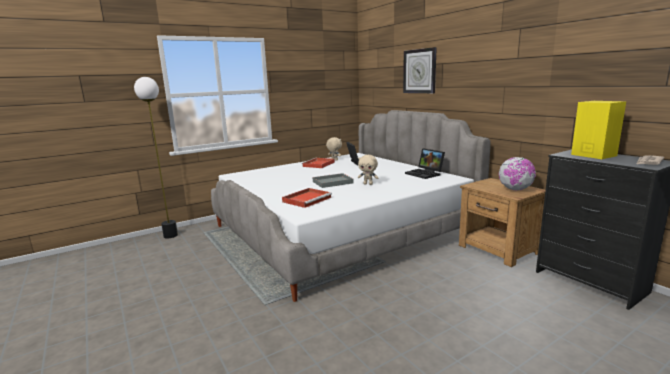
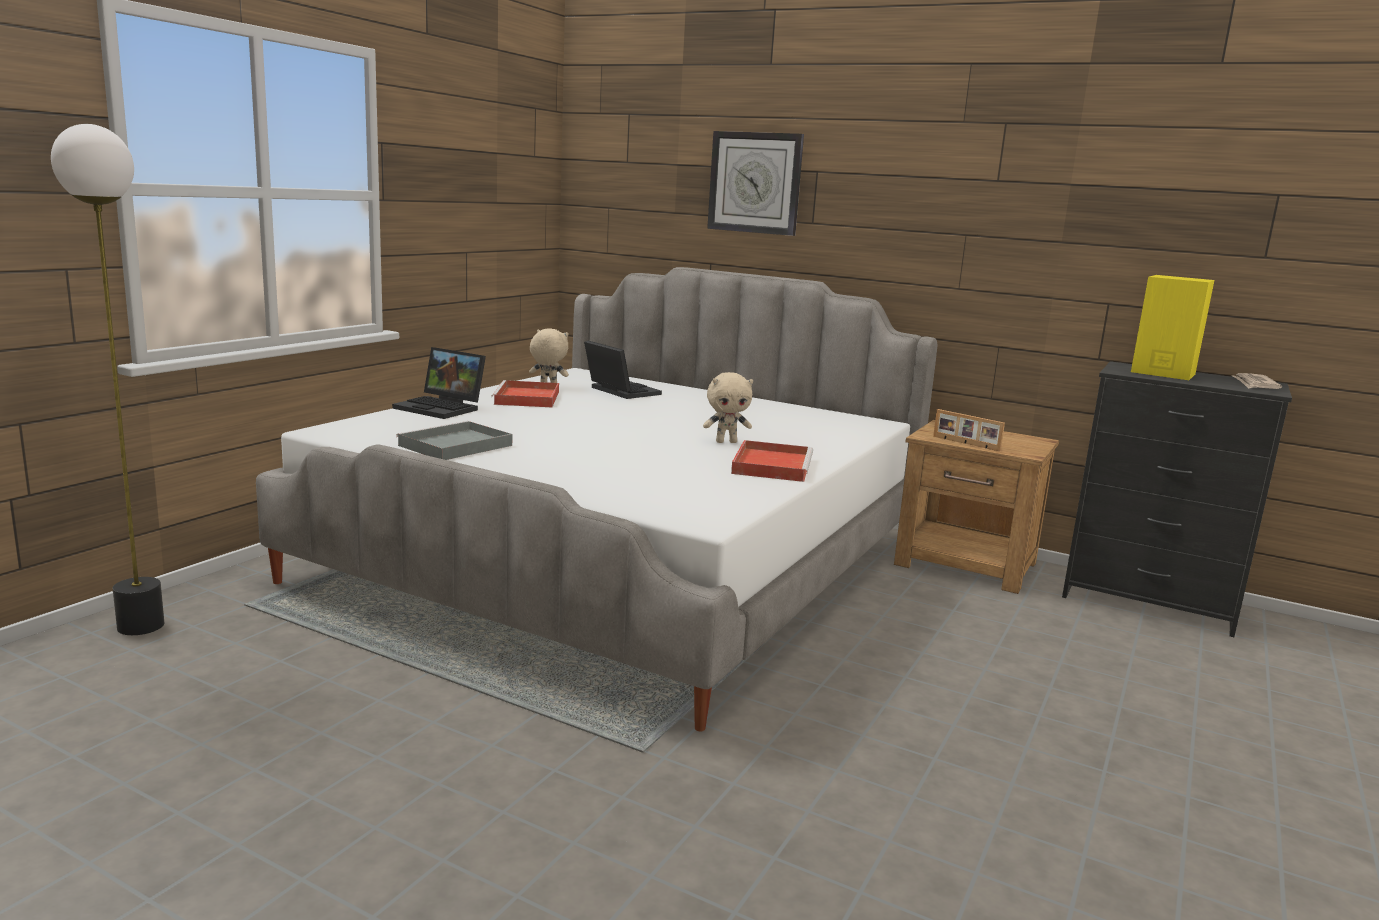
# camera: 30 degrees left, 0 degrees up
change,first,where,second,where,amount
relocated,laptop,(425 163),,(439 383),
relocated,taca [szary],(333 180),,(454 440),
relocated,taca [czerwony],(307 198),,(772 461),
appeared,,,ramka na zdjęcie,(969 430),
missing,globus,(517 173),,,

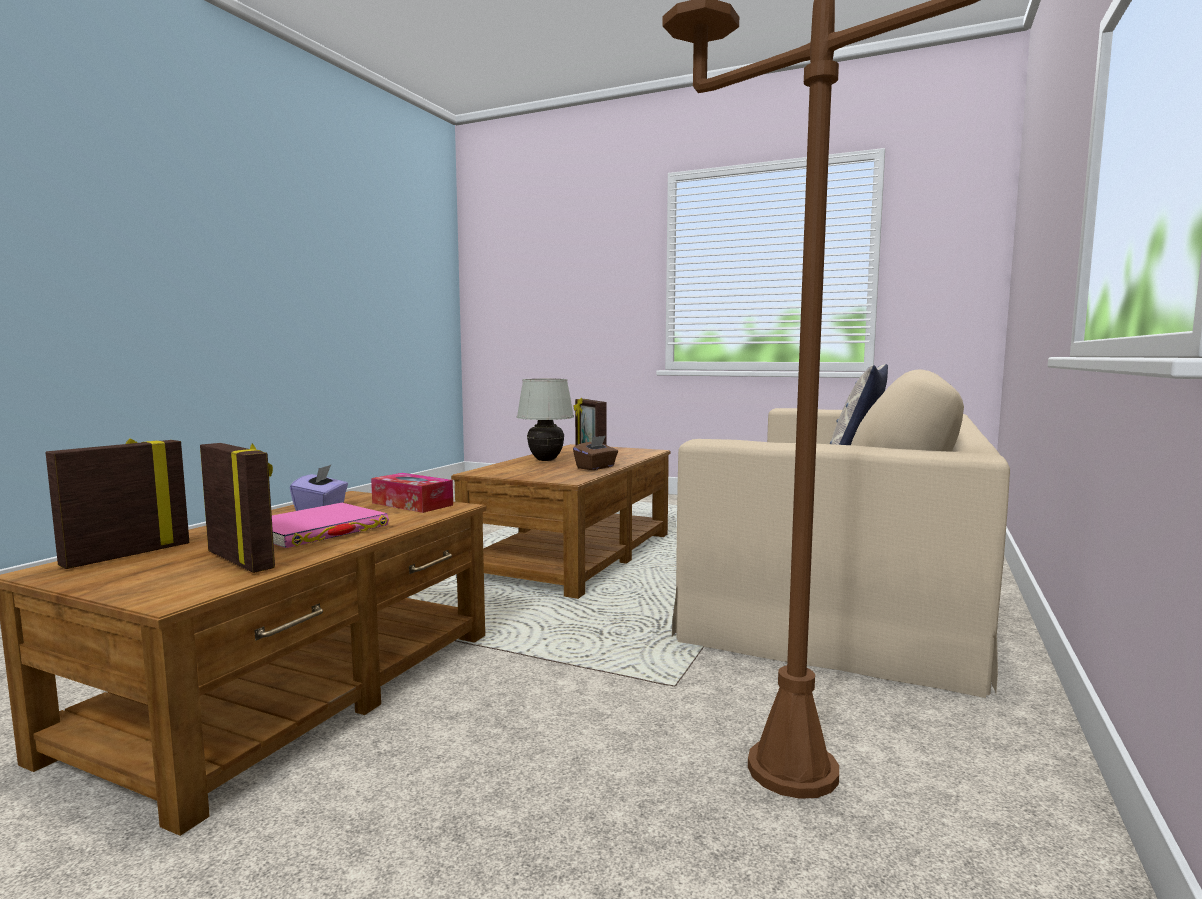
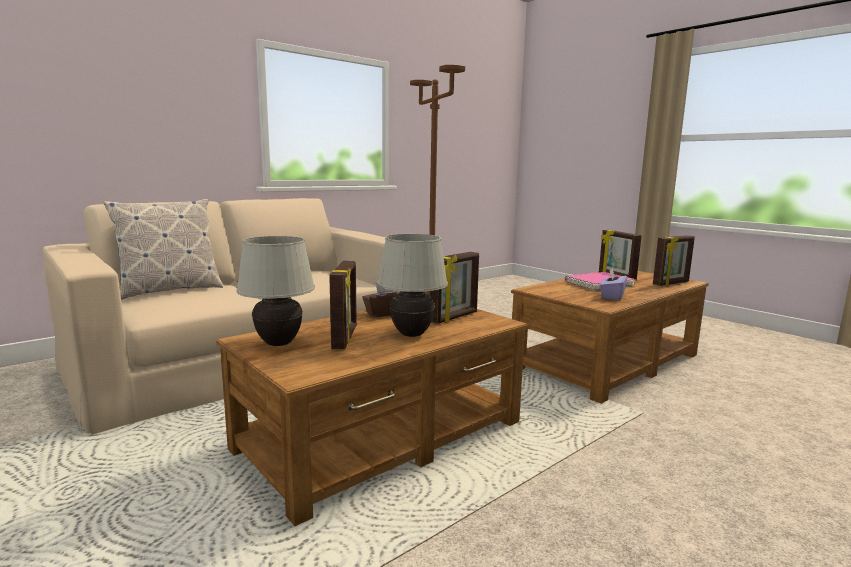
# camera: 155 degrees left, 5 degrees up
change,first,where,second,where,amount
appeared,,,lampa stołowa [biały],(275 291),
appeared,,,ramka na zdjęcie,(454 288),
missing,pudełko chusteczek,(412 493),,,

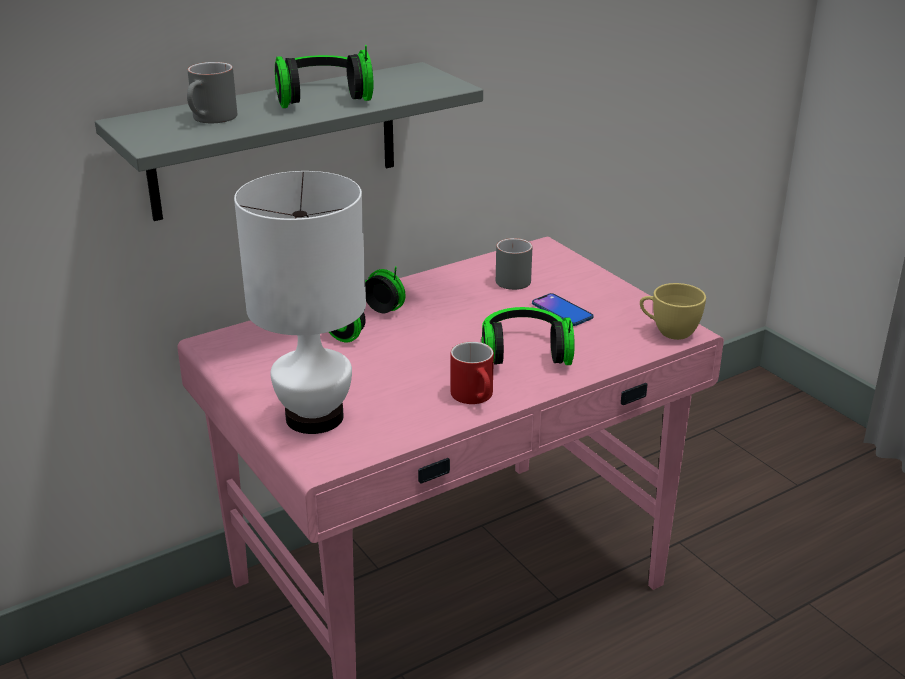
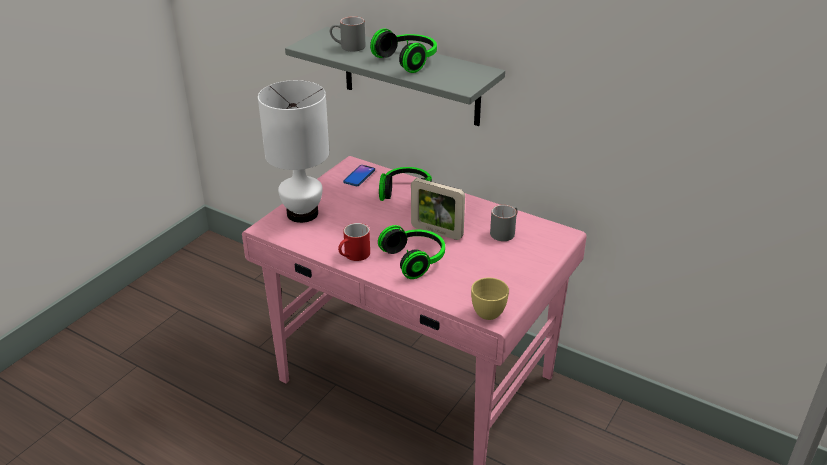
# camera: 65 degrees right, 5 degrees up
change,first,where,second,where,amount
relocated,telefon,(563 309),,(359 175),
appeared,,,ramka na zdjęcie,(438 209),

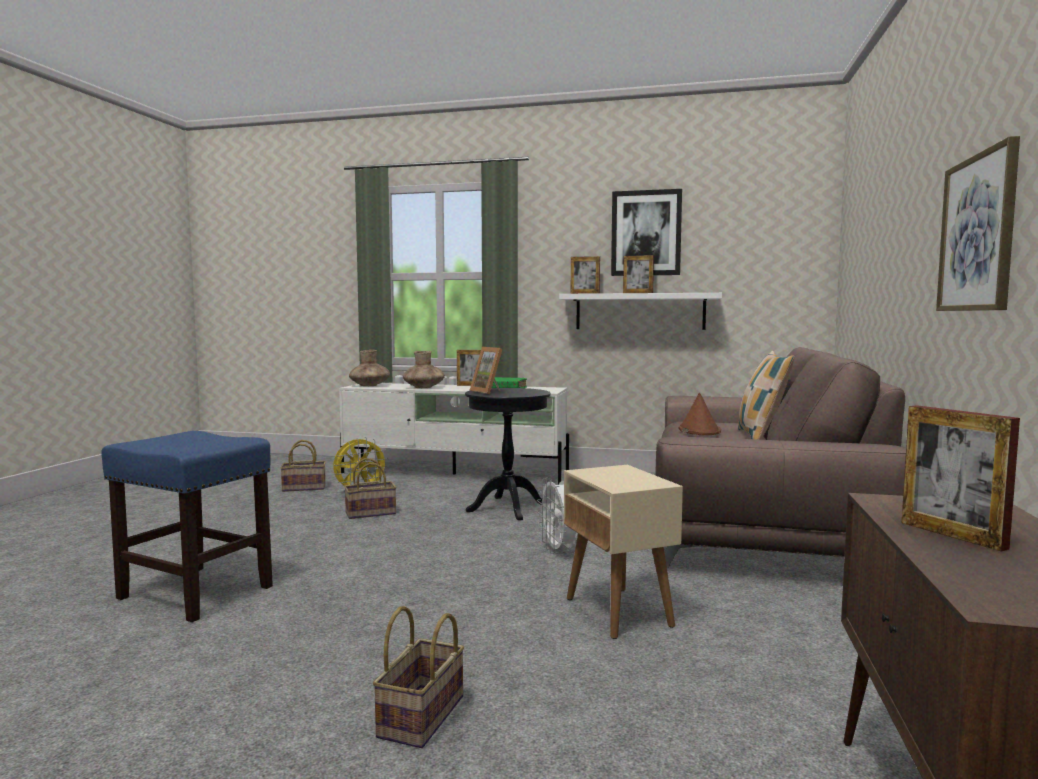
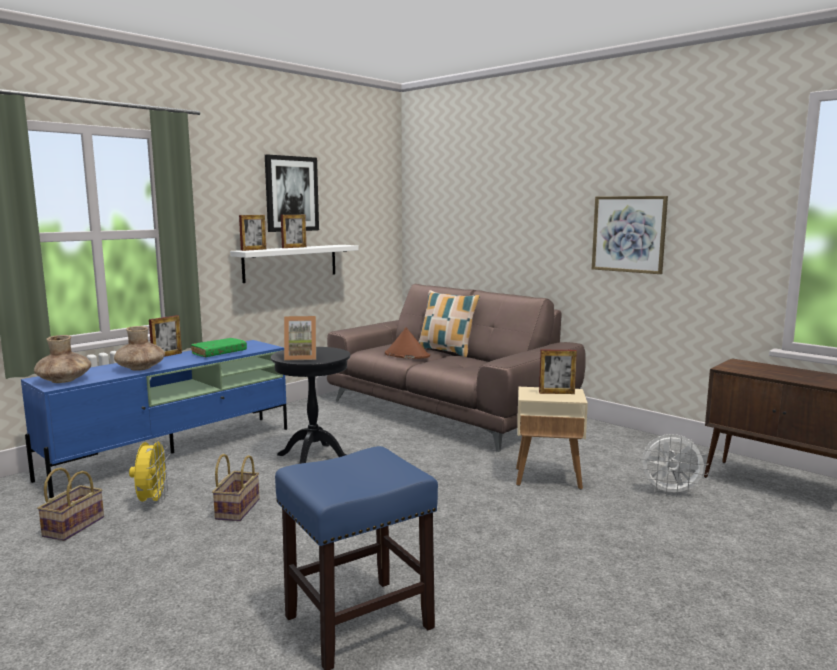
# camera: 60 degrees left, 5 degrees up
change,first,where,second,where,amount
colour,szafka pod telewizor [biały],(454 433),szafka pod telewizor [niebieski],(154 419),
relocated,ramka na zdjęcie,(961 478),,(558 372),
relocated,wentylator [biały],(557 515),,(674 465),
missing,koszyk,(418 677),,,

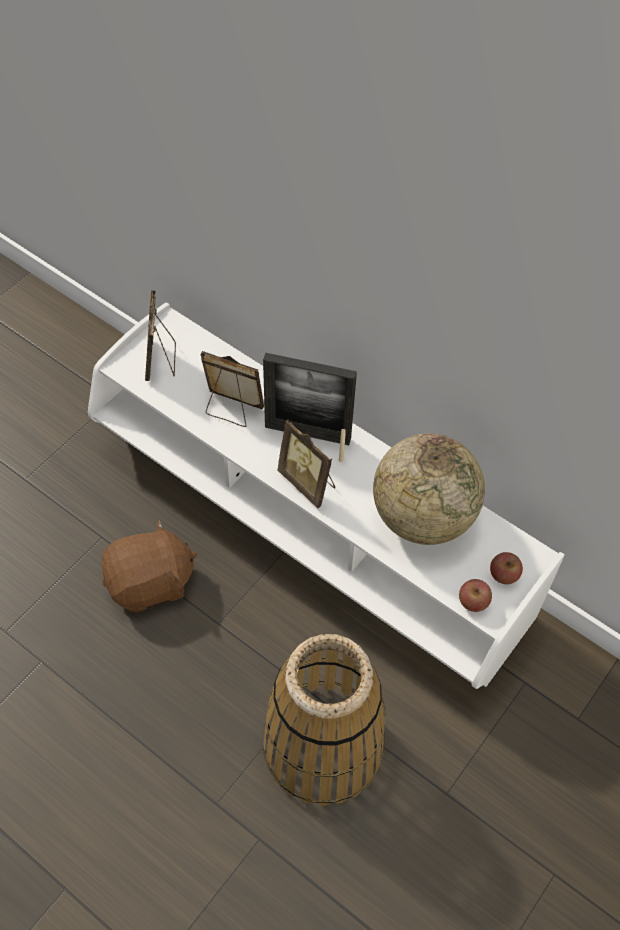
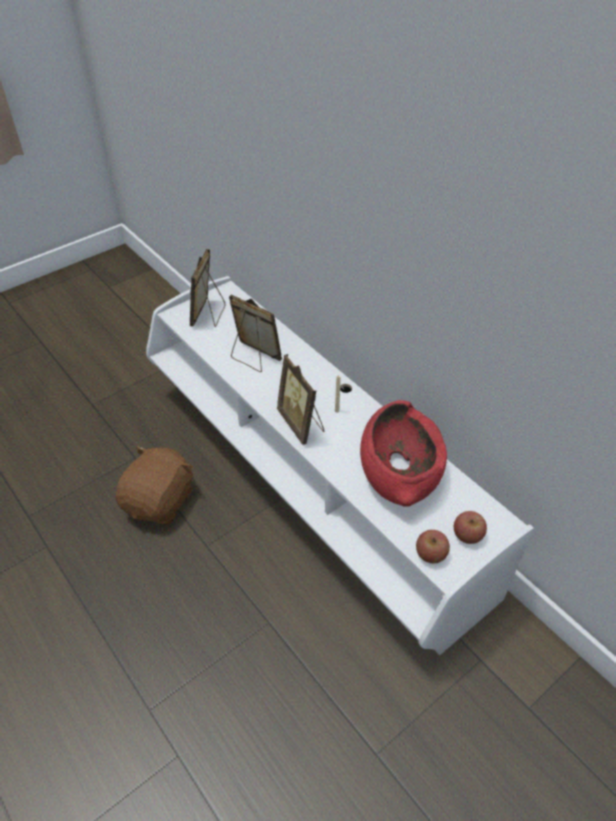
# camera: 15 degrees right, 10 degrees down
change,first,where,second,where,amount
spun,pluszak [brązowy],(149 566),,(155 485),60 degrees counterclockwise
exchanged,globus,(429 489),miska [czerwony],(403 453),
missing,ramka na zdjęcie,(310 399),,,
missing,koszyk,(324 720),,,

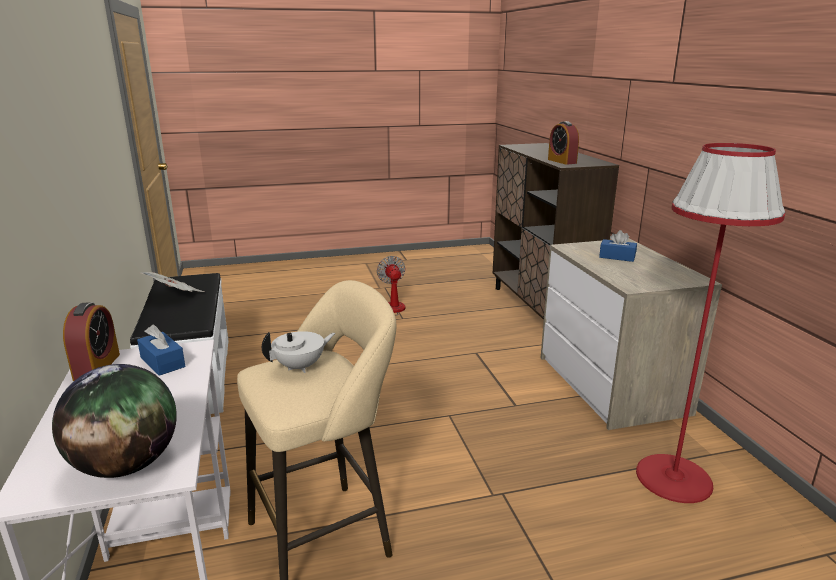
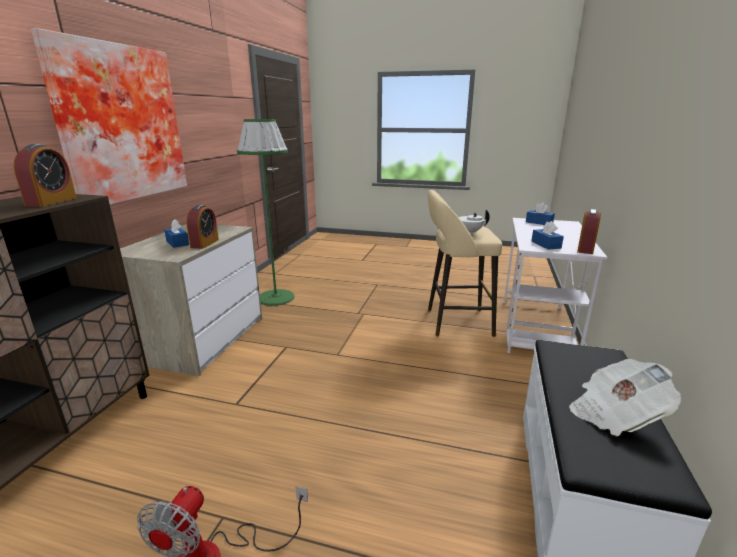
# camera: 150 degrees left, 0 degrees up
change,first,where,second,where,amount
appeared,,,obraz,(109 116),
appeared,,,budzik,(202 227),
colour,lampa stojąca [czerwony],(710 323),lampa stojąca [zielony],(266 212),
exchanged,globus,(114 421),pudełko chusteczek [niebieski],(540 213),

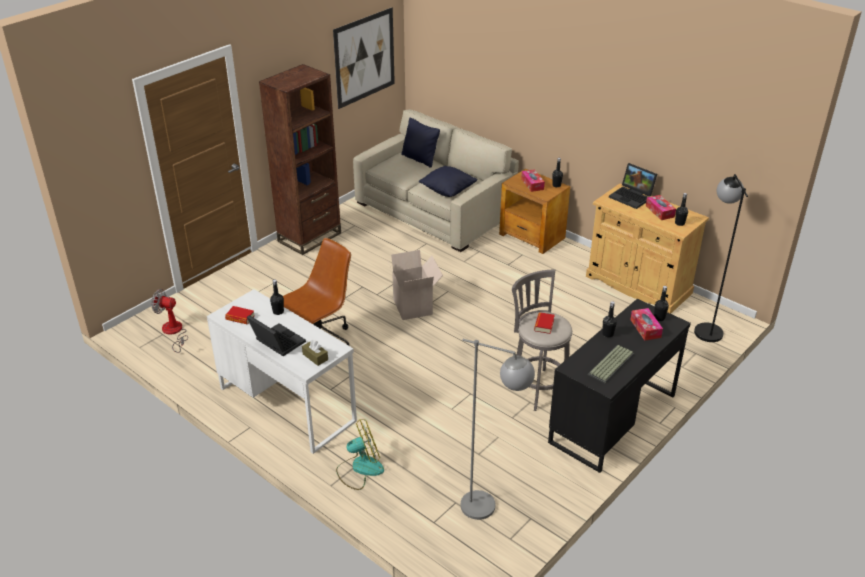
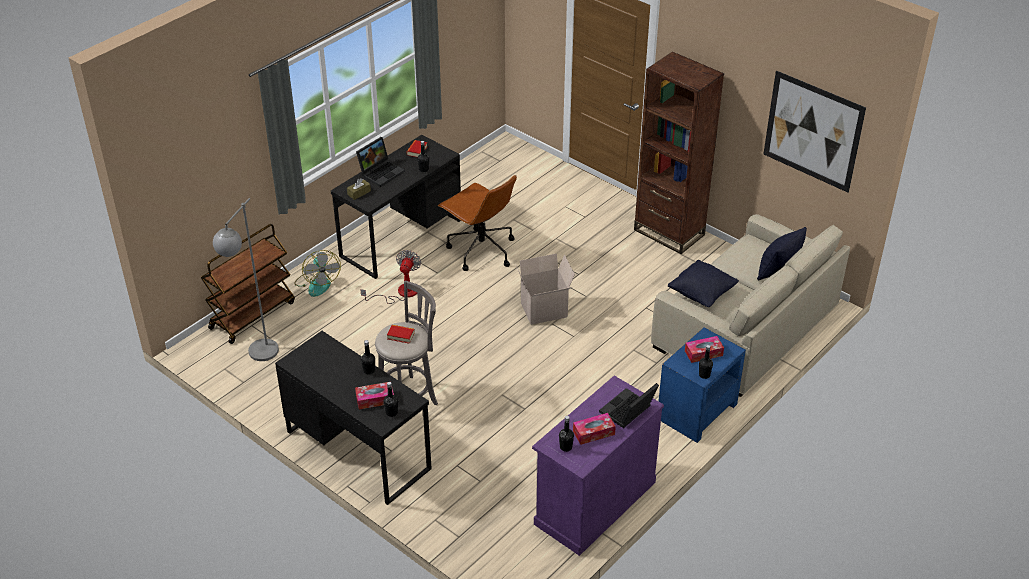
# camera: 90 degrees right, 5 degrees up
change,first,where,second,where,amount
appeared,,,wózek [brązowy],(248 284),
colour,biurko [biały],(282 371),biurko [czarny],(396 207),
relocated,wentylator,(169 321),,(390 277),
colour,szafka [beżowy],(647 249),szafka [fioletowy],(598 466),
colour,stolik [brązowy],(535 211),stolik [niebieski],(702 385),
missing,klawiatura,(611 364),,,
missing,lampa stojąca [czarny],(721 258),,,

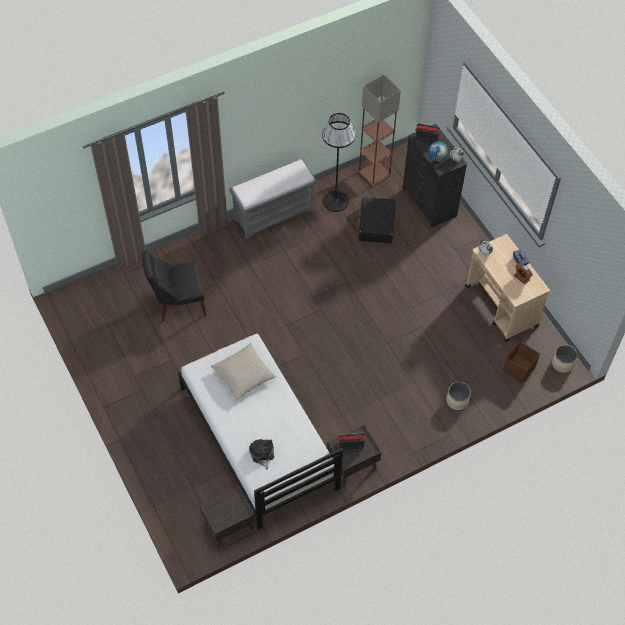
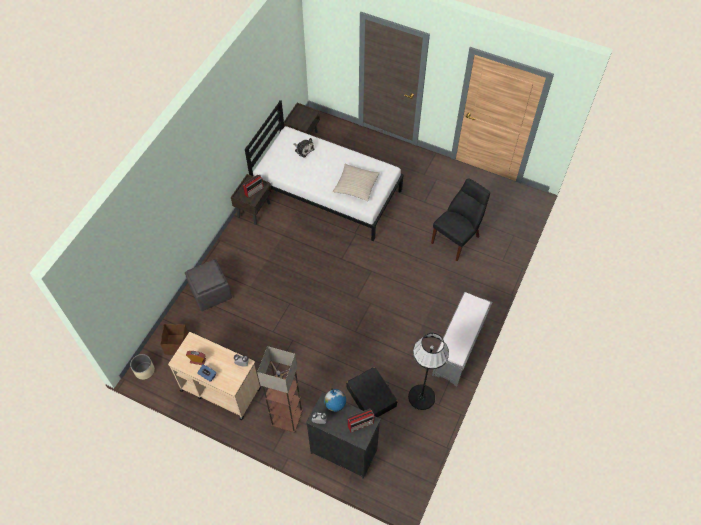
# camera: 145 degrees right, 0 degrees up
change,first,where,second,where,amount
exchanged,donica [beżowy],(458 396),pufa [szary],(208 285),
relocated,lampa stojąca,(379 131),,(280 389),

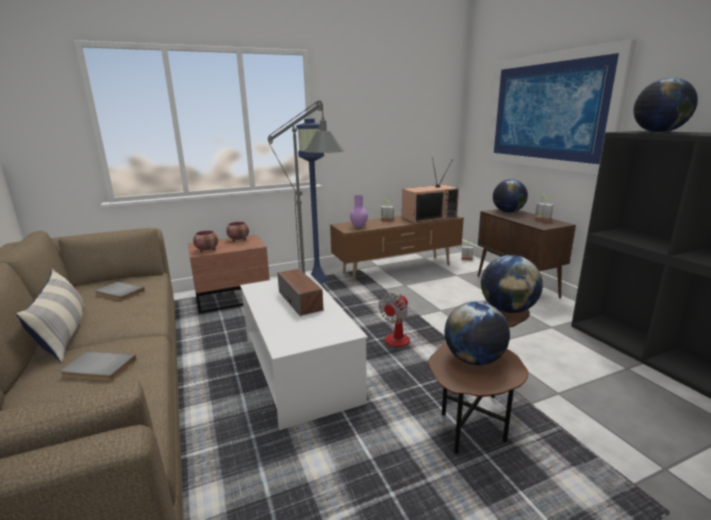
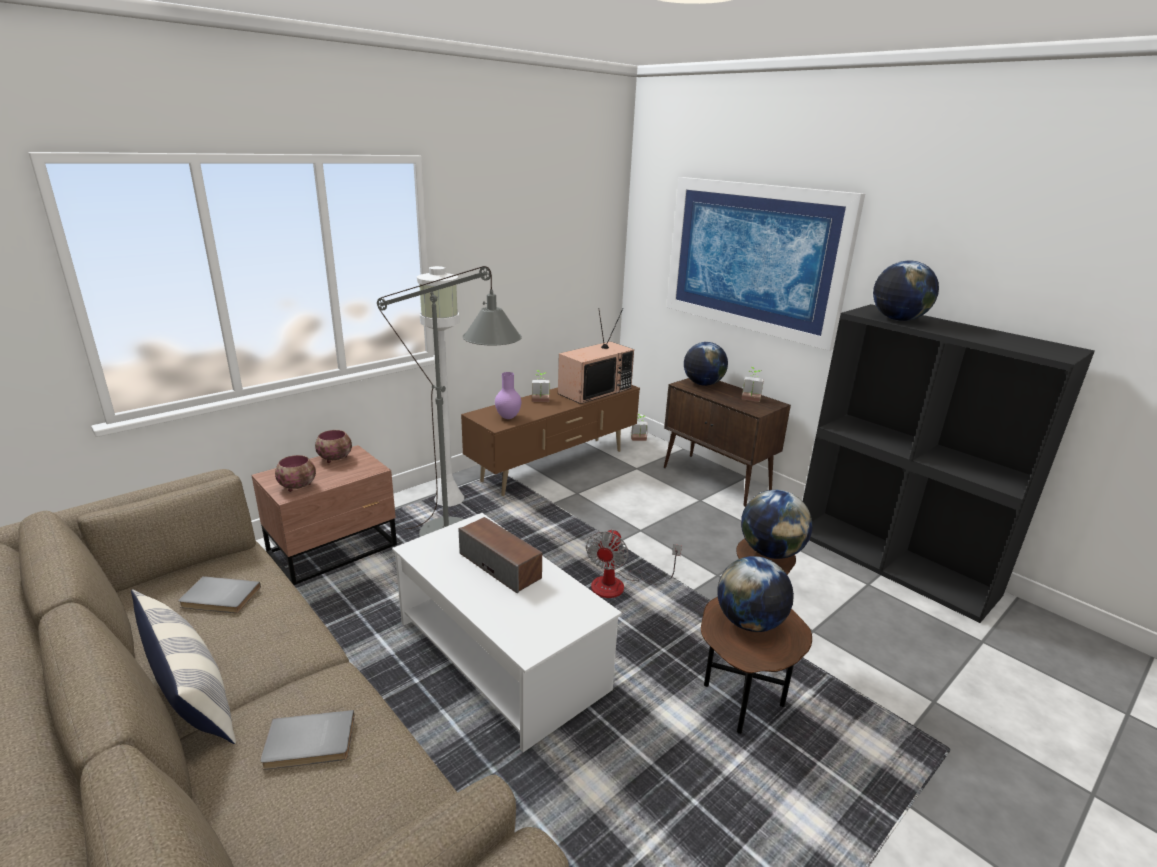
# camera: 20 degrees left, 5 degrees up
change,first,where,second,where,amount
colour,lampa stojąca [niebieski],(312 201),lampa stojąca [biały],(440 386),

